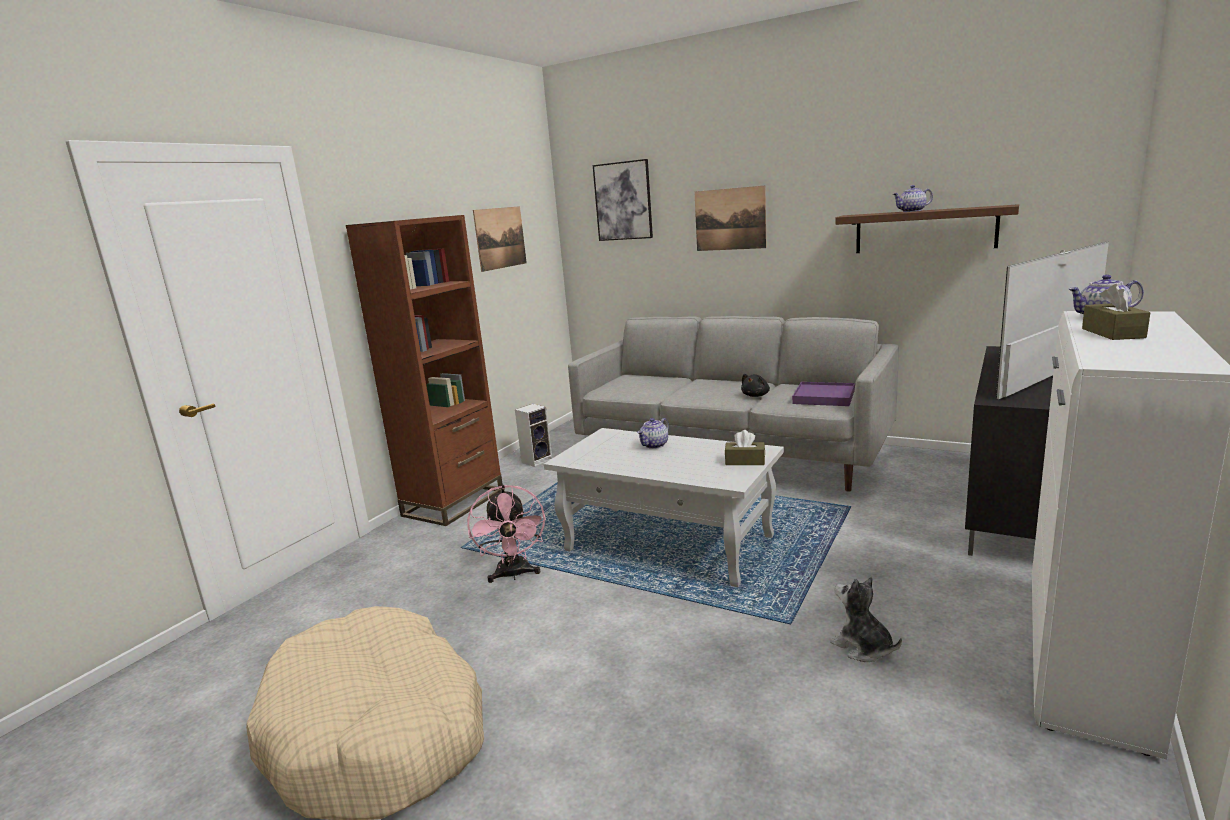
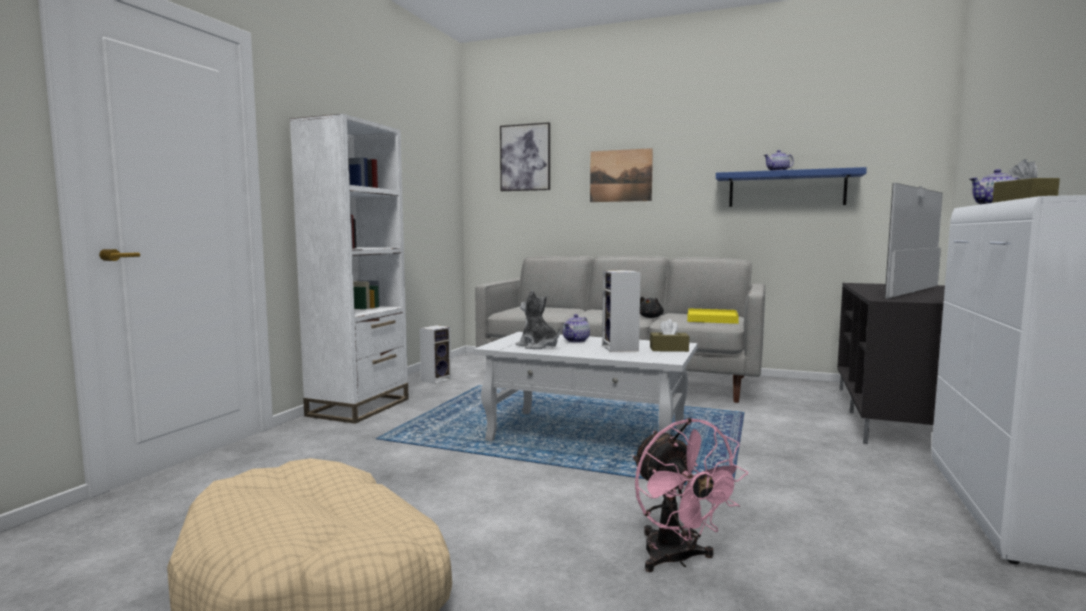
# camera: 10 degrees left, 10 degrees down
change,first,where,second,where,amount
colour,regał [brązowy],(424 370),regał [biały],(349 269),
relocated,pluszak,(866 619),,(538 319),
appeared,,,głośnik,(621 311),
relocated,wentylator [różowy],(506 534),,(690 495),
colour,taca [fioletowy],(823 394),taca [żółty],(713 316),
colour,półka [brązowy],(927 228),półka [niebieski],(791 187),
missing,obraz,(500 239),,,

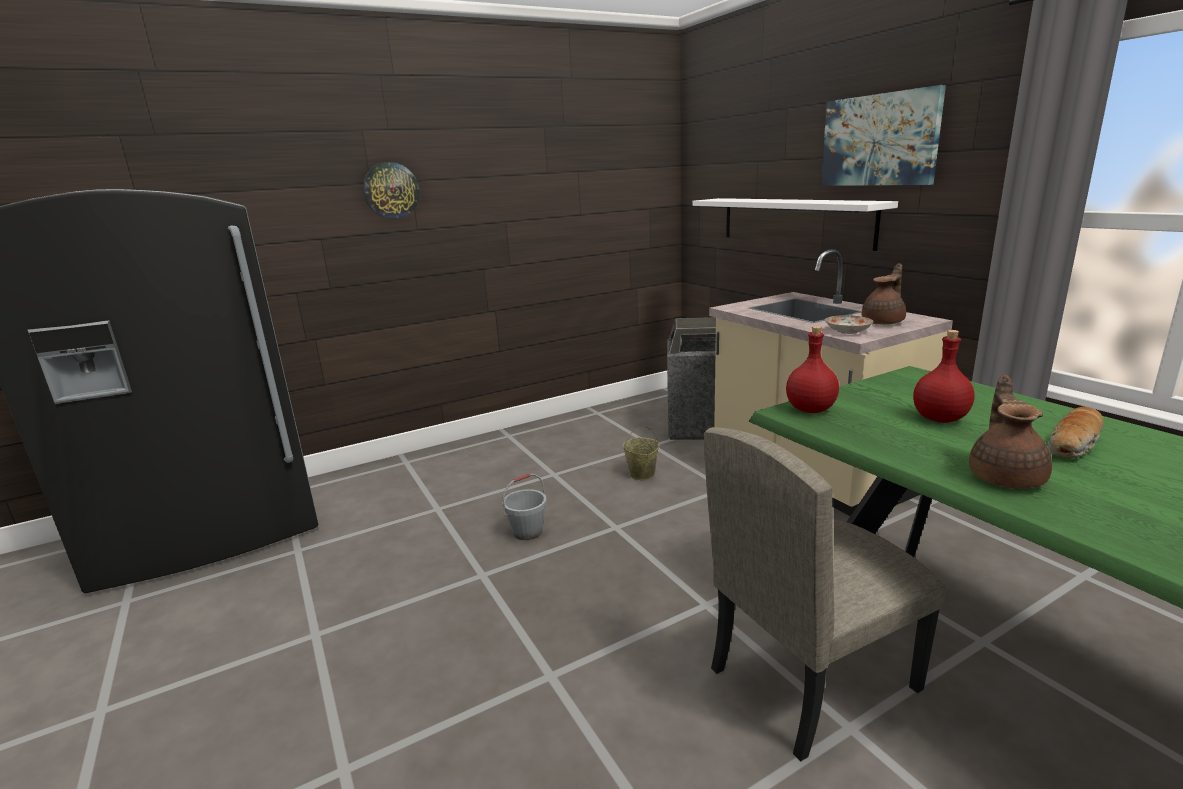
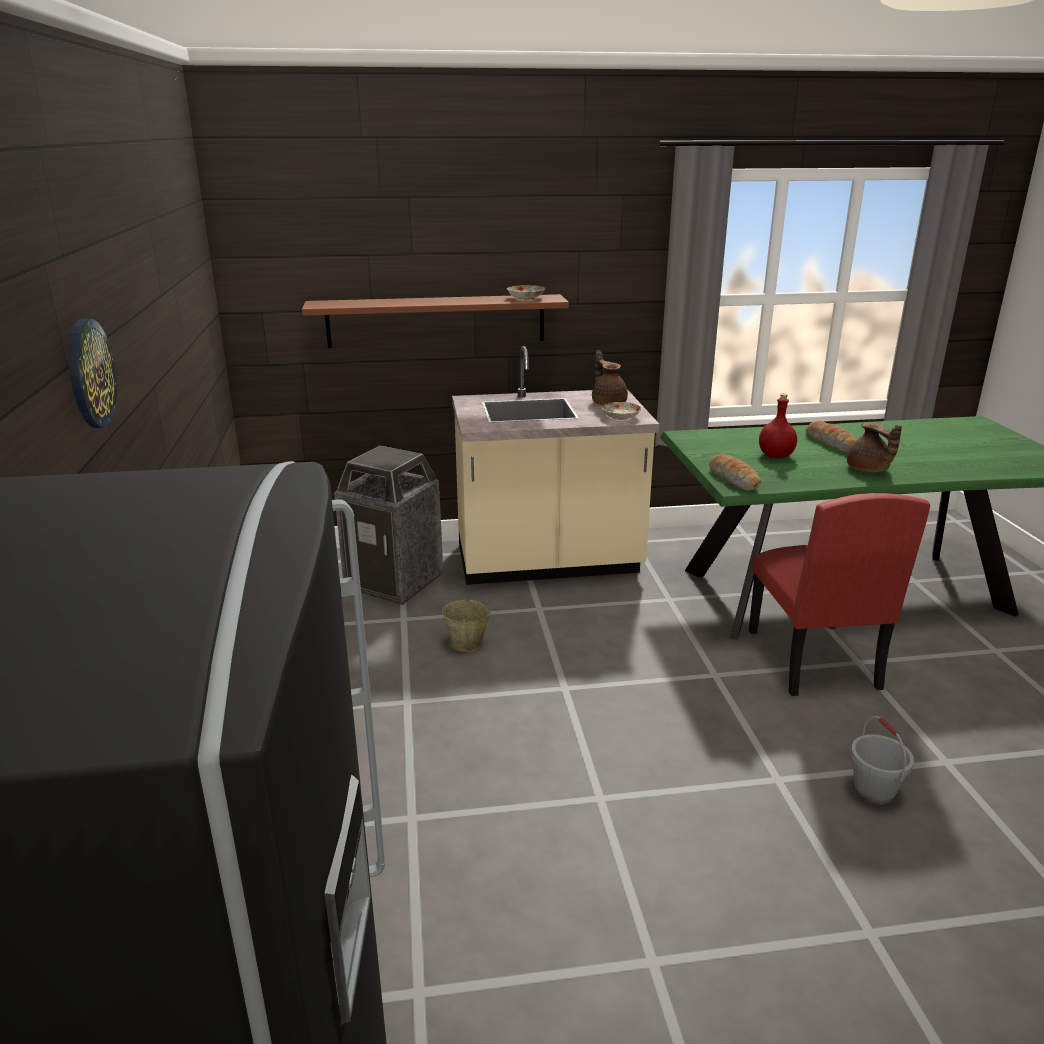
# camera: 70 degrees left, 5 degrees up
change,first,where,second,where,amount
colour,półka [biały],(795 224),półka [brązowy],(435 321),
appeared,,,talerz,(526 292),
exchanged,butelka [czerwony],(812 369),chleb,(735 472),
colour,krzesło [beżowy],(825 594),krzesło [czerwony],(839 594),
spun,imbryk [brązowy],(1010 432),,(874 448),150 degrees counterclockwise
relocated,wiadro [szary],(524 506),,(882 760),
missing,obraz,(883 135),,,

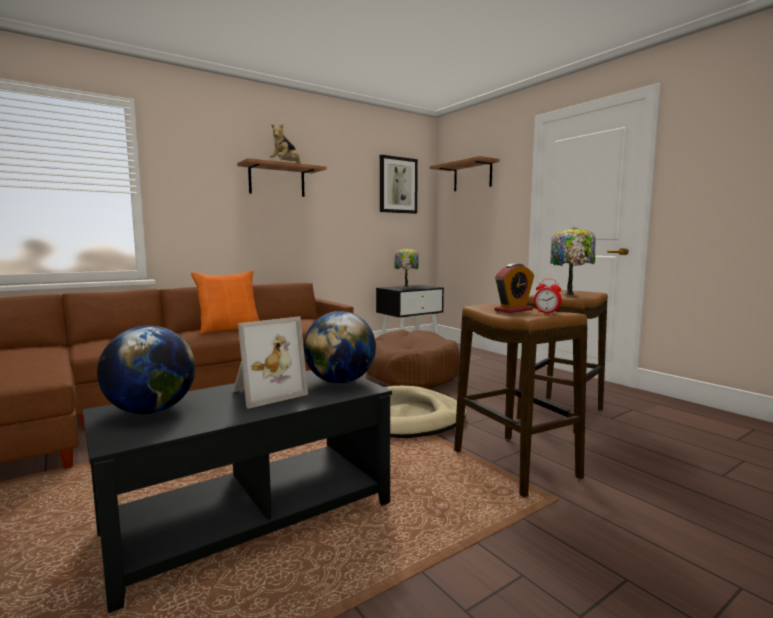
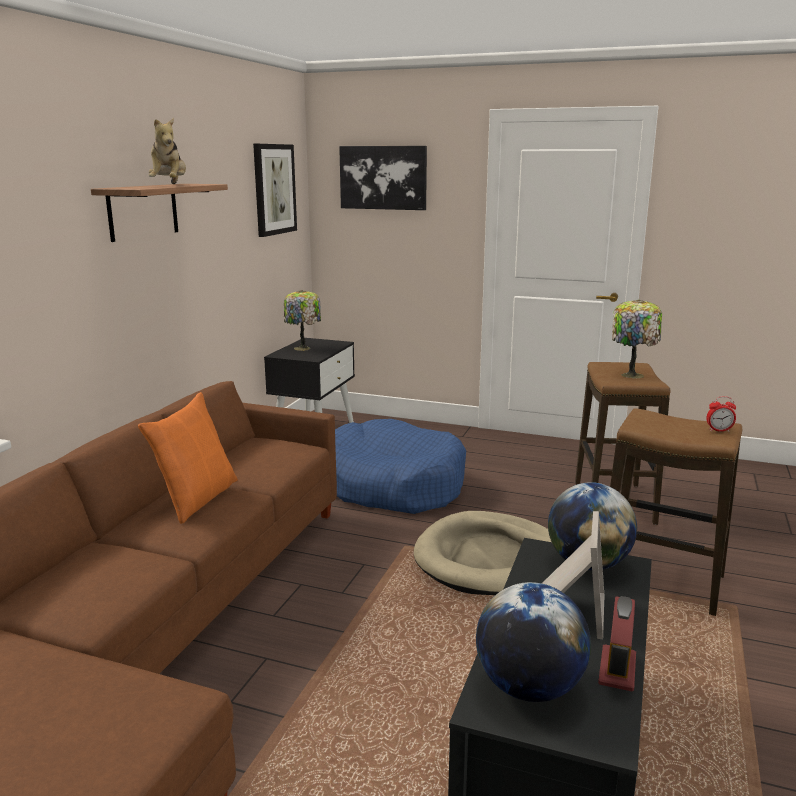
# camera: 35 degrees left, 10 degrees up
change,first,where,second,where,amount
colour,legowisko [brązowy],(413 359),legowisko [niebieski],(400 466),
exchanged,półka,(465 173),obraz,(383 178),
relocated,budzik,(514 288),,(617 643),

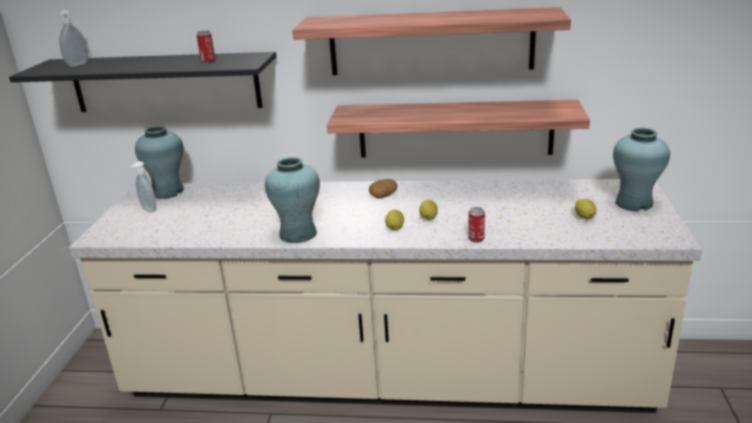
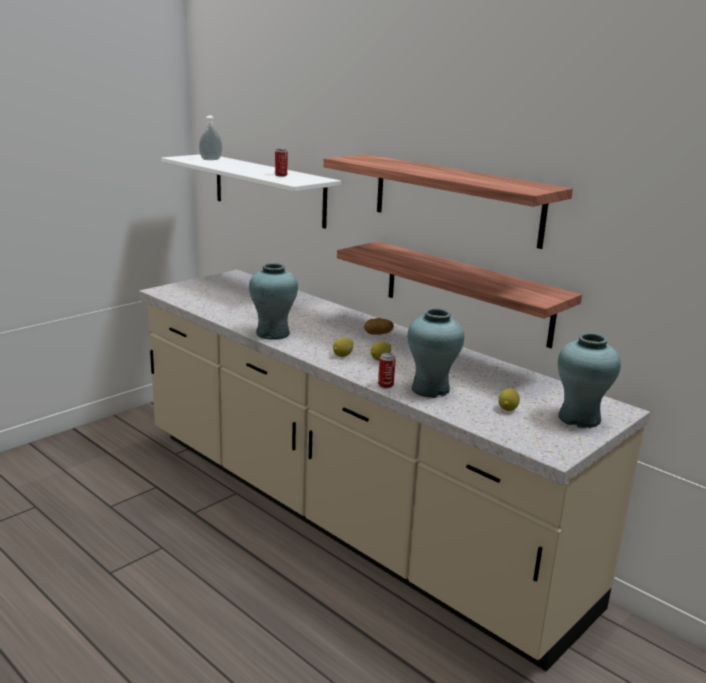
# camera: 35 degrees right, 5 degrees down
change,first,where,second,where,amount
colour,półka [czarny],(142 82),półka [biały],(251 191),
relocated,wazon [turkusowy],(159 162),,(435 353),
missing,dozownik mydła,(143 186),,,

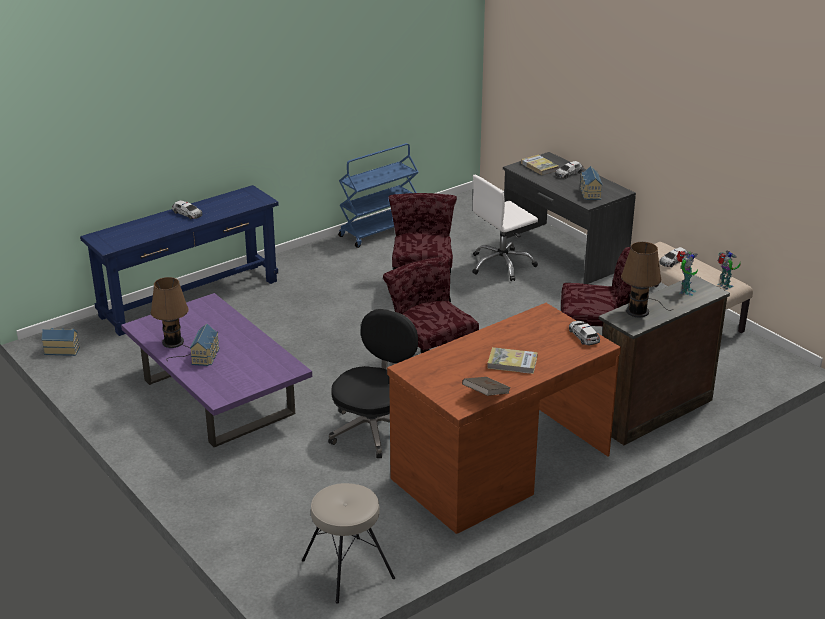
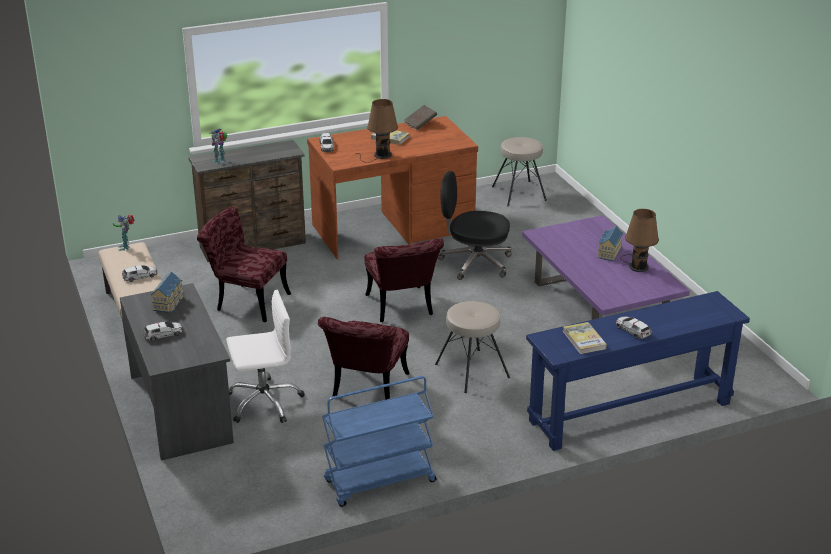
# camera: 165 degrees left, 0 degrees up
change,first,where,second,where,amount
relocated,lampa stołowa [brązowy],(647 279),,(376 131),
appeared,,,stołek [beżowy],(472 347),
spun,krzesło biurowe [czarny],(373 383),,(474 225),60 degrees clockwise
relocated,książka,(540 165),,(585 338),
missing,domek,(60 342),,,

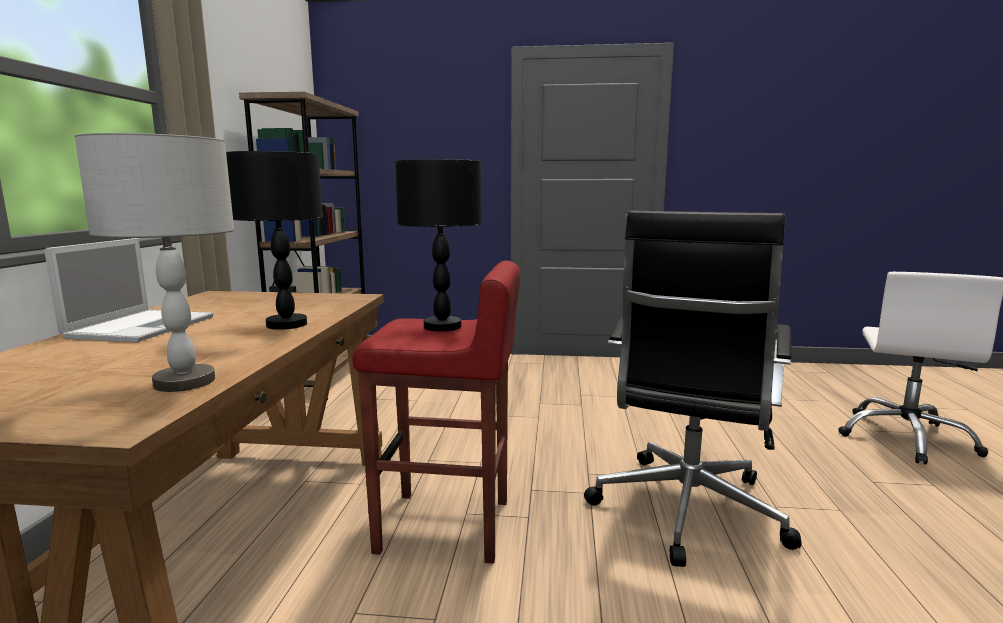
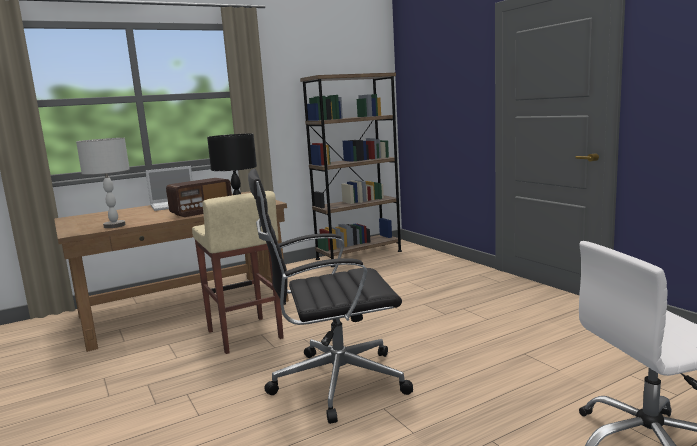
# camera: 55 degrees right, 0 degrees up
change,first,where,second,where,amount
exchanged,lampa stołowa [czarny],(274 240),radio,(199 197),
colour,stołek [czerwony],(436 412),stołek [beżowy],(238 272),

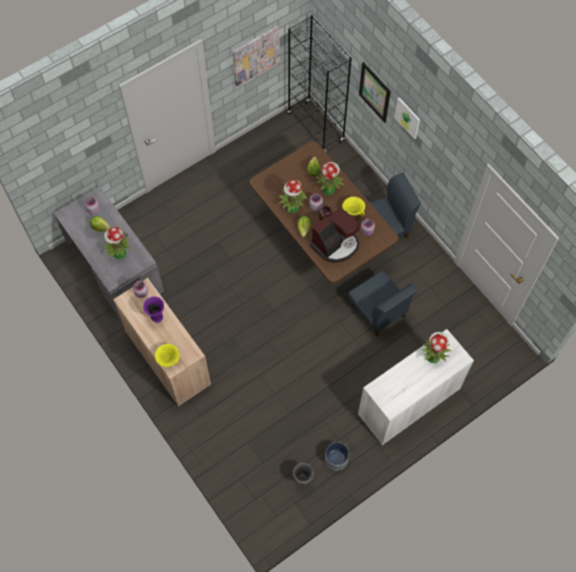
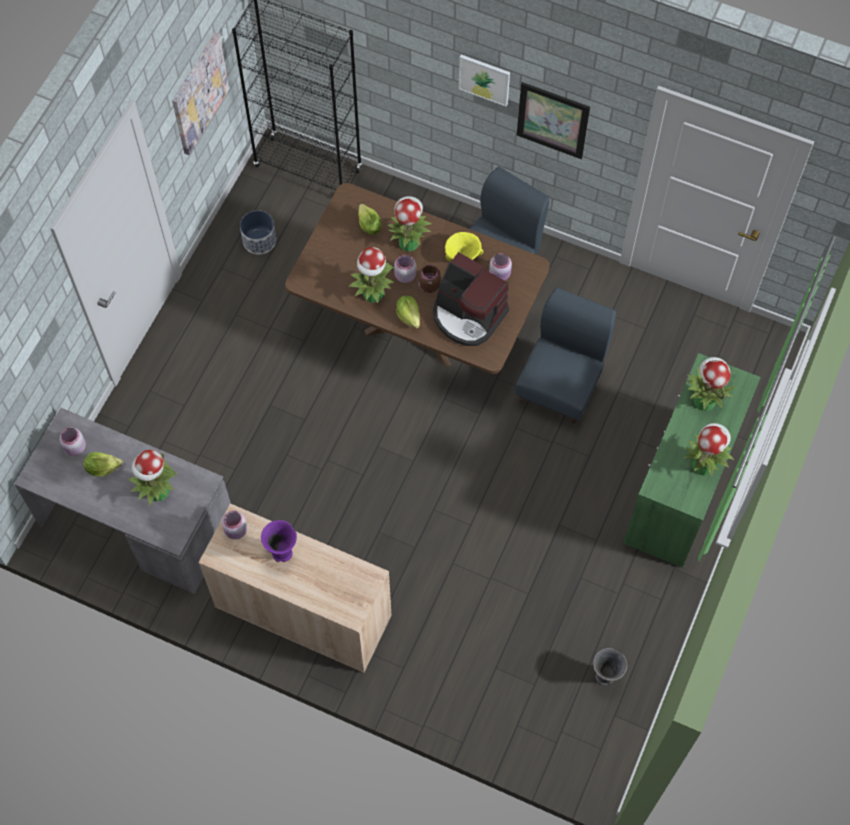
# camera: 30 degrees left, 0 degrees up
change,first,where,second,where,amount
relocated,donica,(337 456),,(258 232),
spun,ekspres do kawy,(334 235),,(471 299),105 degrees clockwise
spun,krzesło [niebieski],(382 303),,(565 355),90 degrees counterclockwise
relocated,obraz,(375 92),,(553 120),
colour,szafka [biały],(416 387),szafka [zielony],(692 460),
appeared,,,roślina doniczkowa,(709 450),
missing,miska [żółty],(167 355),,,

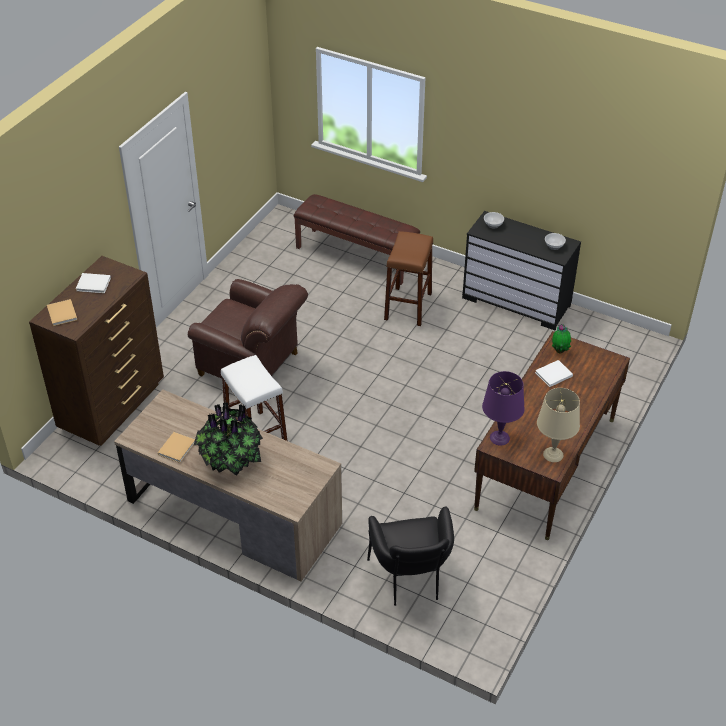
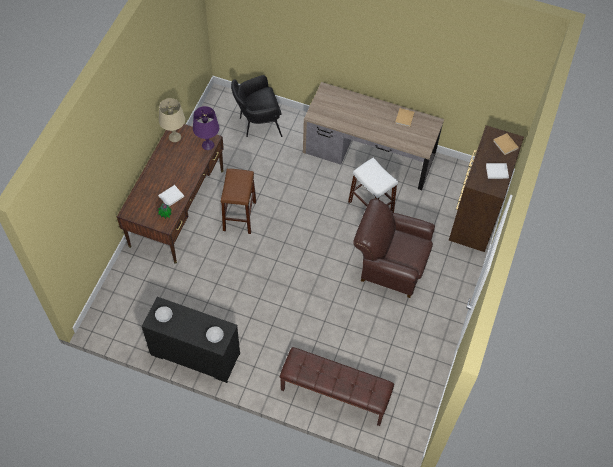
# camera: 170 degrees right, 15 degrees up
change,first,where,second,where,amount
relocated,stołek [brązowy],(408 278),,(238 201),
spun,fotel [czarny],(410 556),,(256 106),90 degrees counterclockwise
missing,roślina doniczkowa,(228 439),,,

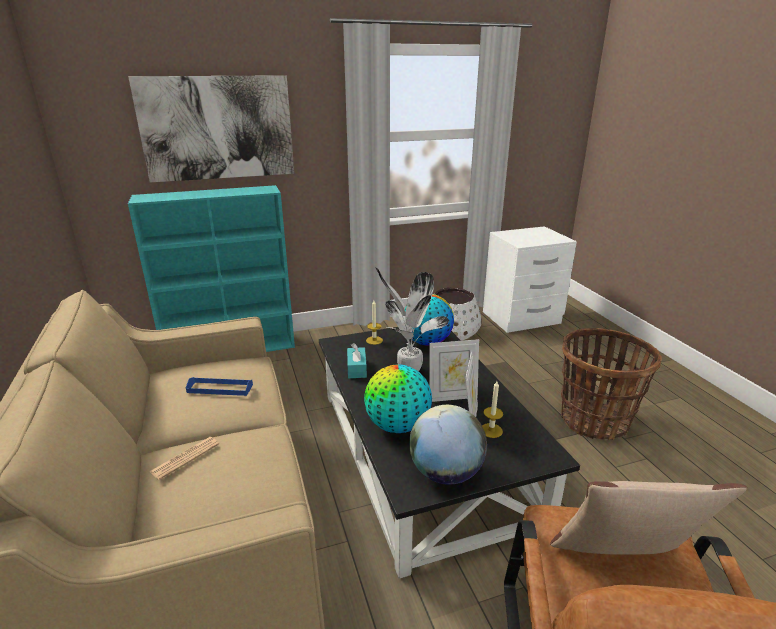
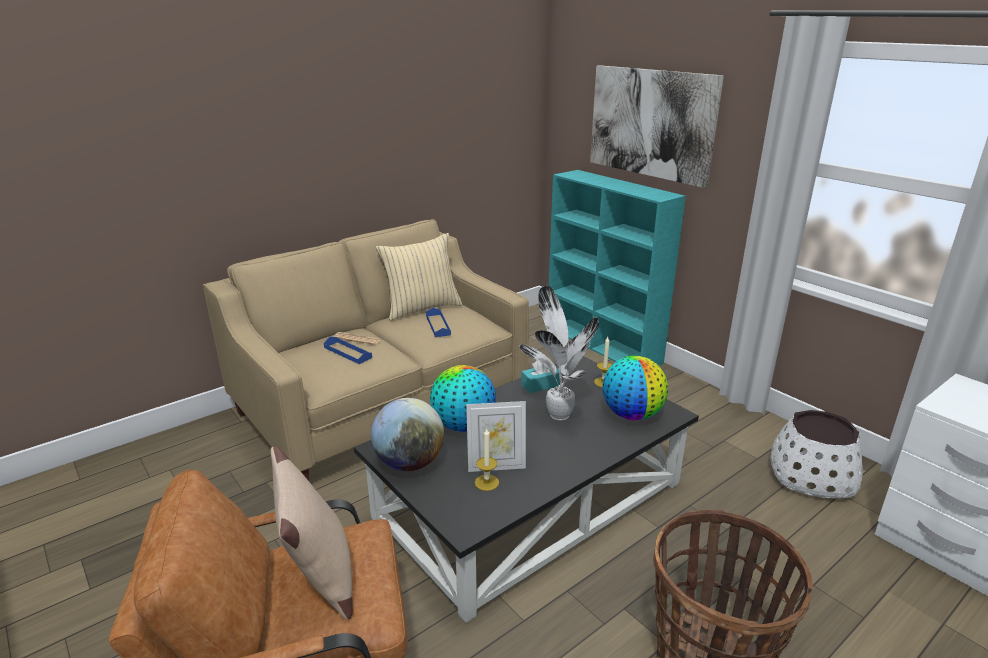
# camera: 70 degrees right, 0 degrees up
change,first,where,second,where,amount
appeared,,,taca [niebieski],(348 350),
appeared,,,poduszka [beżowy],(419 277),
missing,ramka na zdjęcie,(454 370),,,

